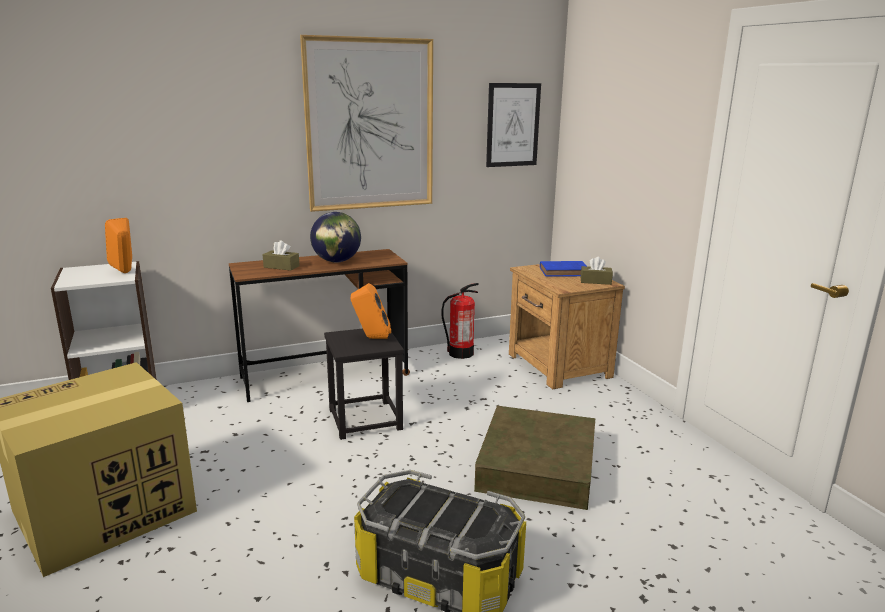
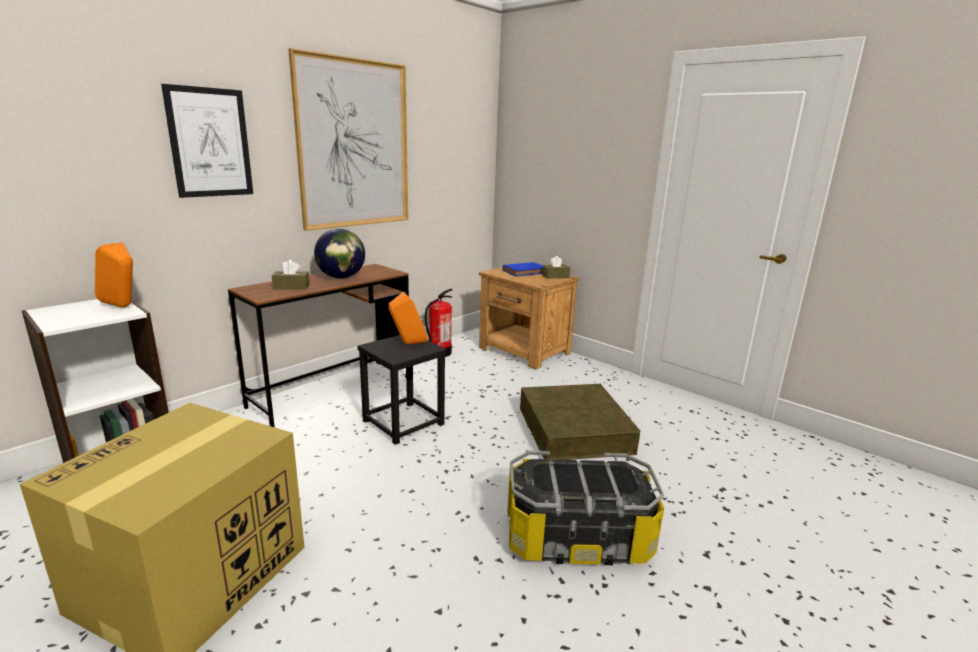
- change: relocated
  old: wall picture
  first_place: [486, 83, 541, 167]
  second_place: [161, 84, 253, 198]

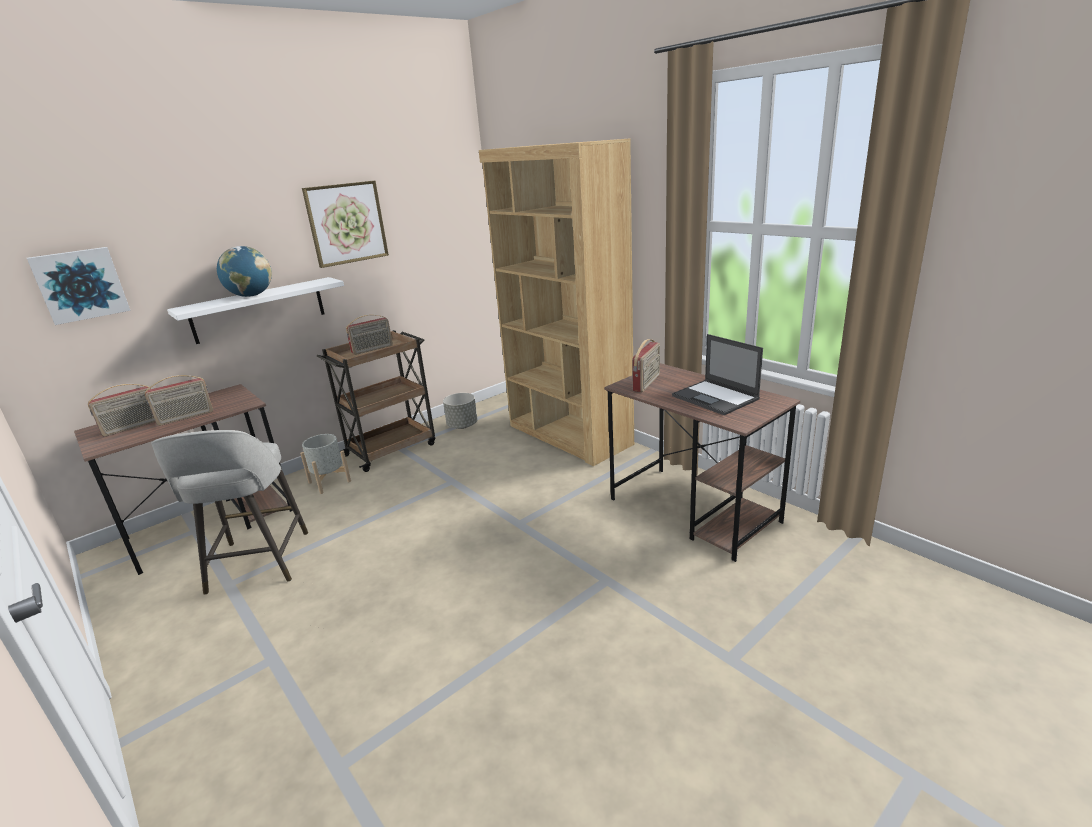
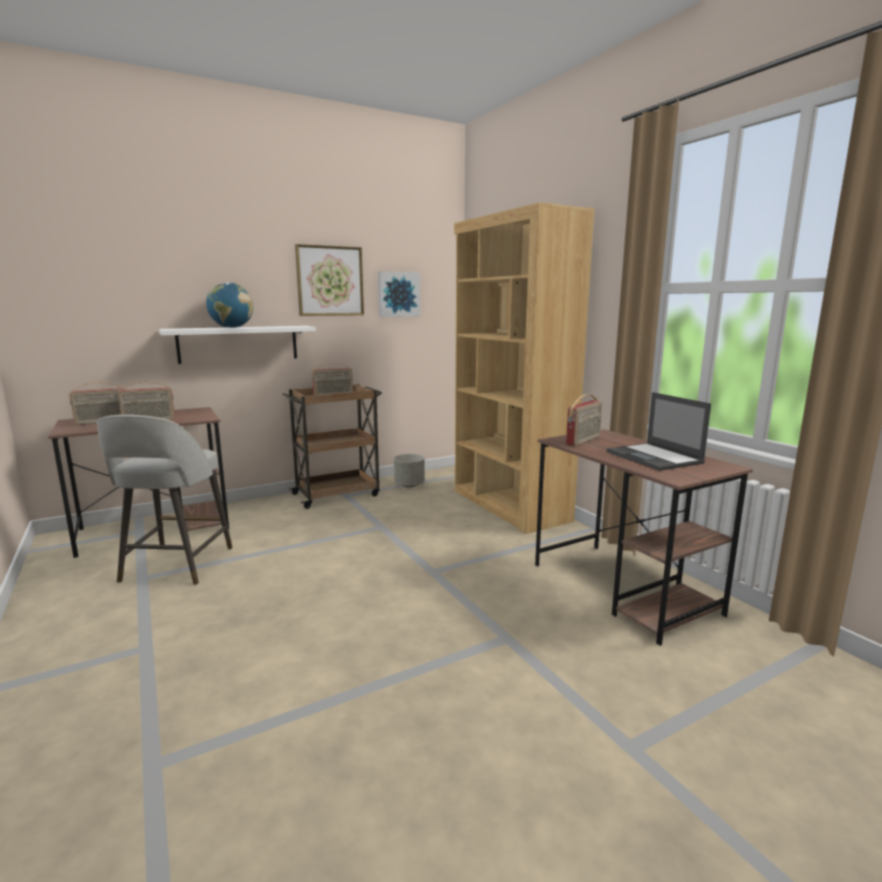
- change: relocated
  old: wall picture
  first_place: [27, 247, 131, 325]
  second_place: [378, 271, 420, 317]
- change: missing
  old: plant pot/grey
  first_place: [300, 434, 351, 494]

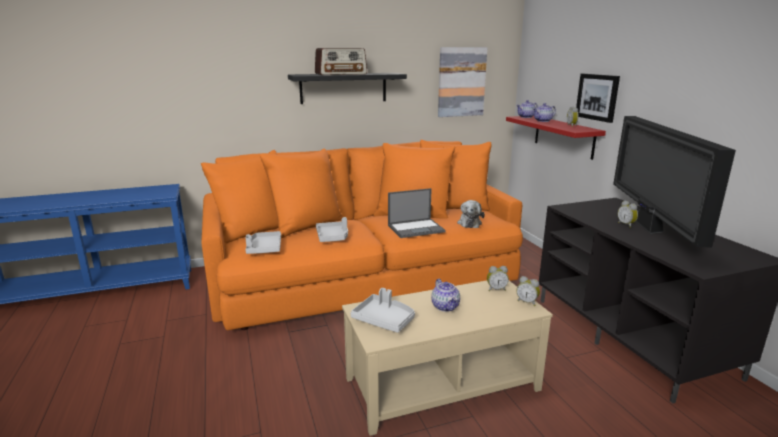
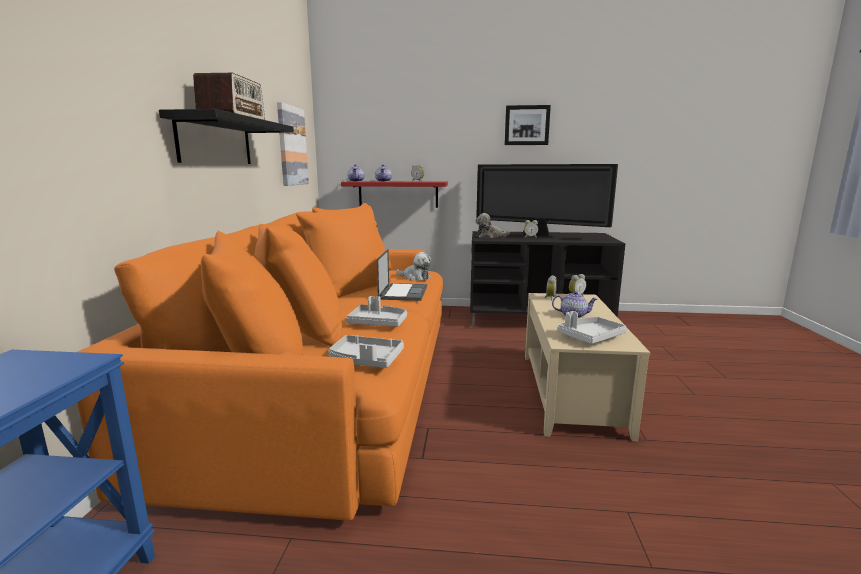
- change: relocated
  old: wall picture
  first_place: [576, 74, 620, 123]
  second_place: [505, 105, 551, 145]
- change: appeared
  new: soft toy
  second_place: [475, 213, 510, 238]

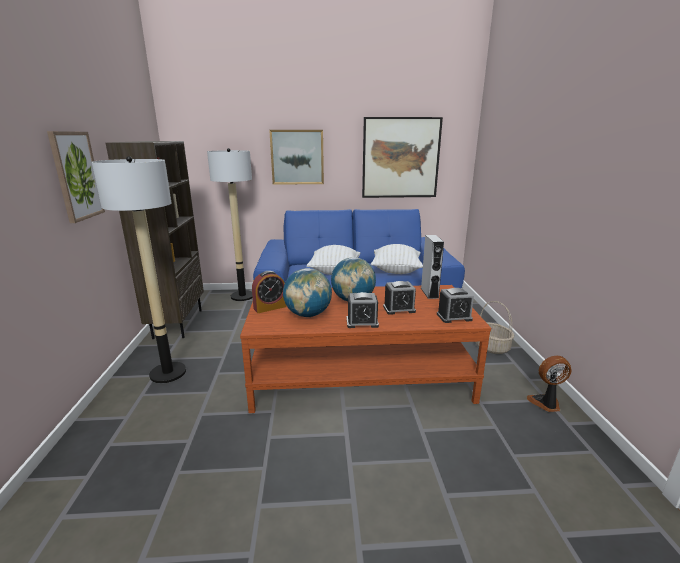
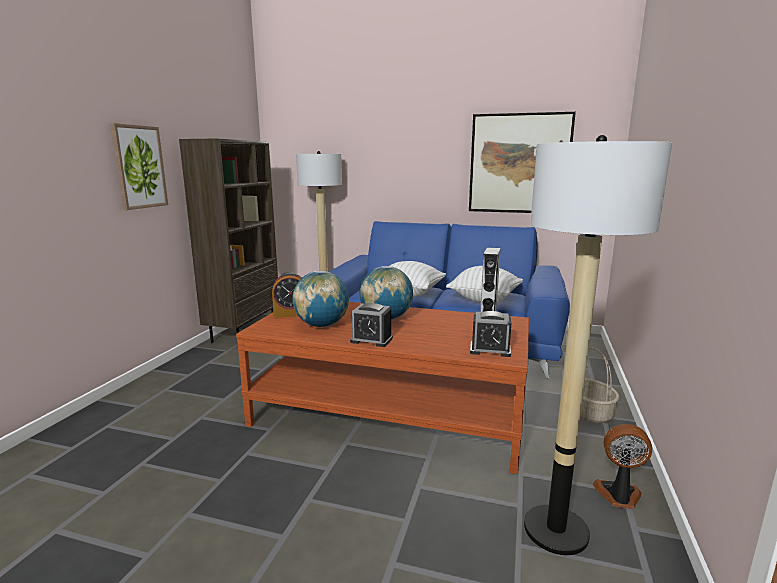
- change: relocated
  old: floor lamp
  first_place: [92, 156, 186, 383]
  second_place: [524, 135, 672, 555]
- change: missing
  old: wall picture
  first_place: [269, 130, 324, 185]
- change: missing
  old: alarm clock
  first_place: [383, 281, 416, 315]

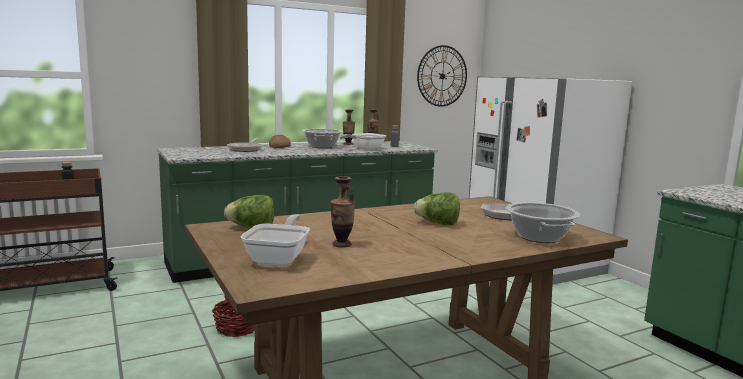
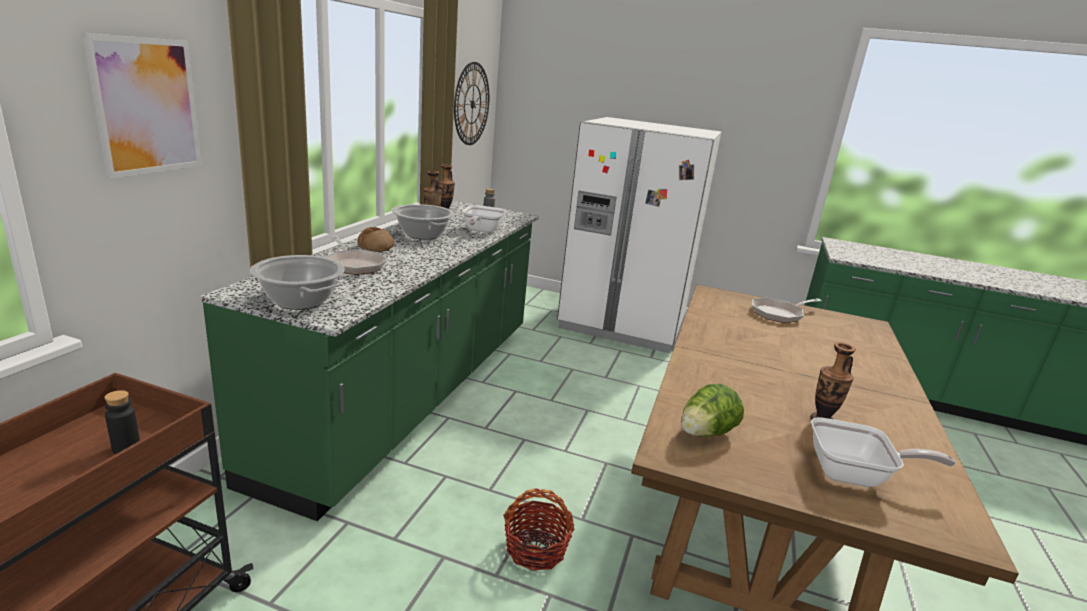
- change: spun
  old: frying pan
  first_place: [240, 214, 310, 266]
  second_place: [811, 417, 955, 487]
  degrees: 135
- change: missing
  old: lettuce head
  first_place: [414, 192, 460, 225]
- change: relocated
  old: saucepot
  first_place: [506, 202, 580, 243]
  second_place: [250, 255, 345, 310]
- change: appeared
  new: wall picture
  second_place: [82, 33, 202, 179]

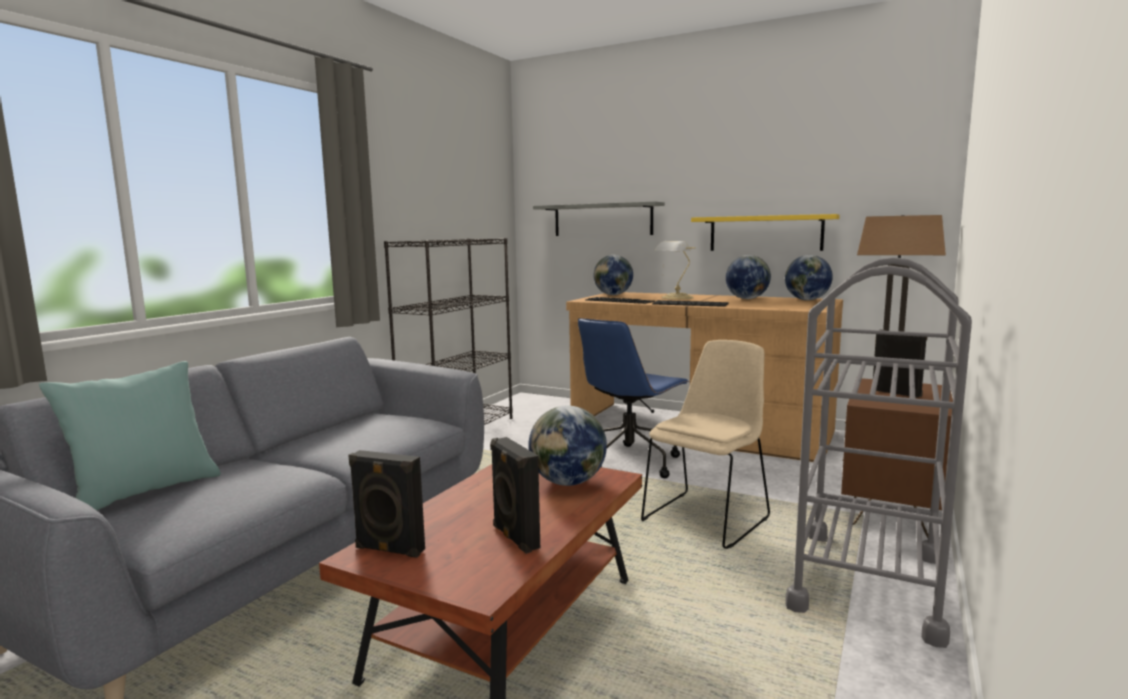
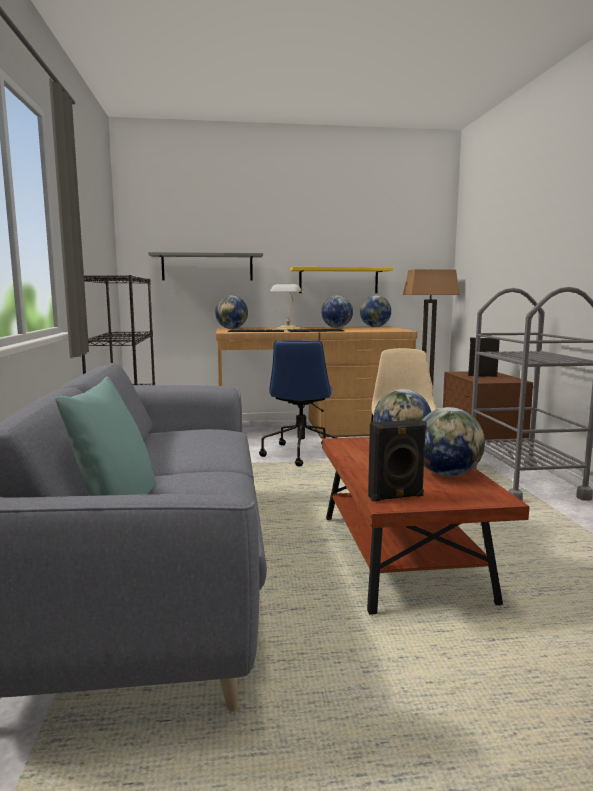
- change: exchanged
  old: speaker/black
  new: globe
  first_place: [490, 437, 540, 554]
  second_place: [422, 407, 485, 477]

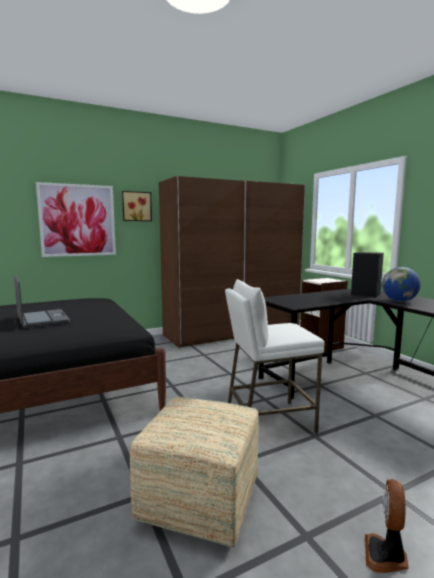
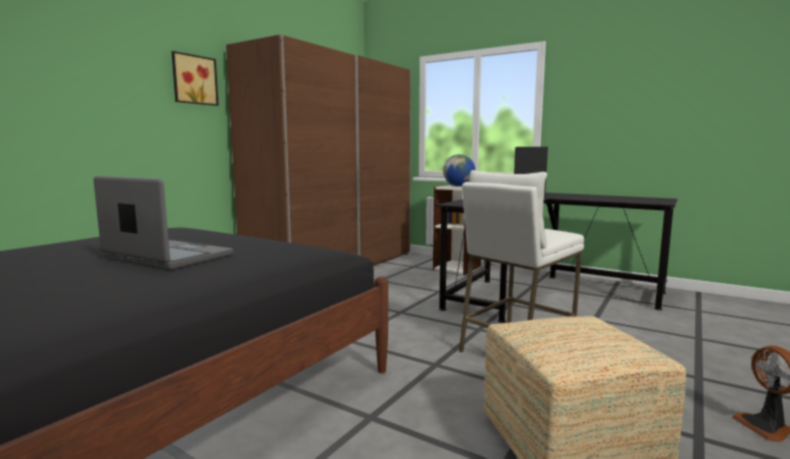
- change: missing
  old: wall picture
  first_place: [36, 182, 116, 257]
- change: relocated
  old: globe
  first_place: [382, 267, 421, 302]
  second_place: [443, 154, 475, 187]

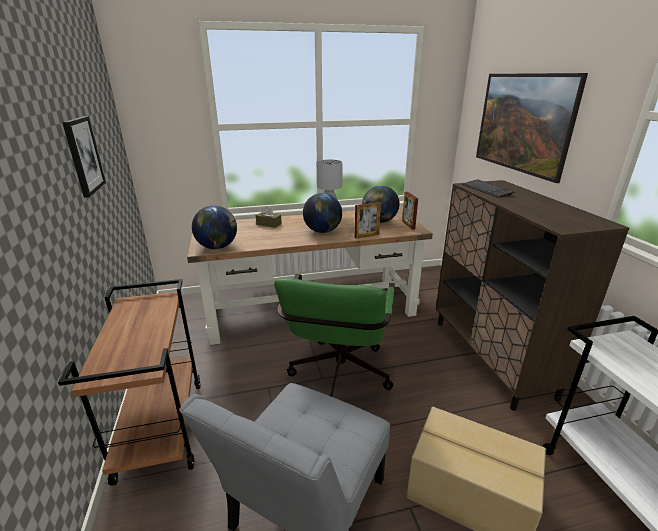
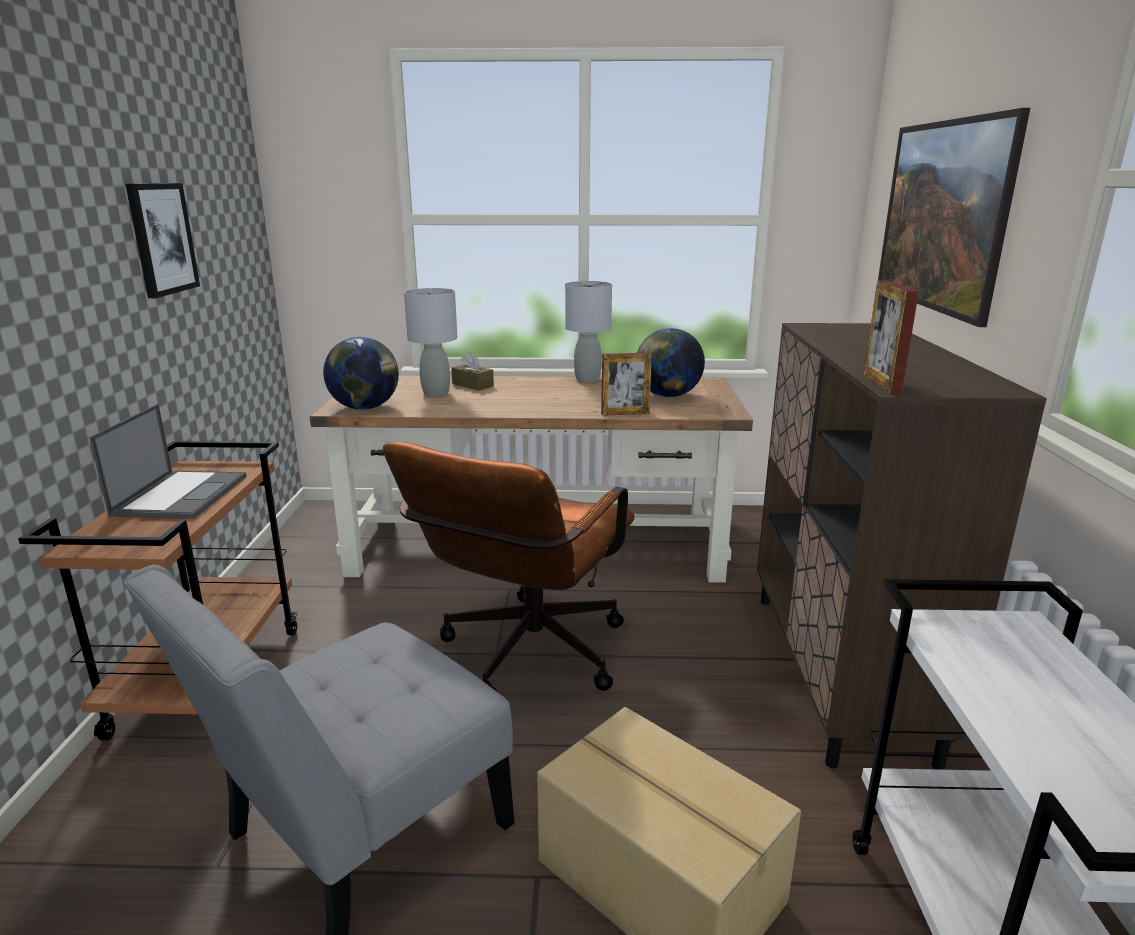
- change: colour
  old: office chair/green
  new: office chair/brown
  first_place: [274, 274, 395, 397]
  second_place: [383, 442, 635, 692]
- change: missing
  old: globe
  first_place: [303, 193, 342, 233]
- change: relocated
  old: photo frame
  first_place: [402, 192, 418, 230]
  second_place: [864, 281, 919, 394]
- change: missing
  old: PC keyboard
  first_place: [462, 179, 514, 198]
- change: appeared
  new: portable computer
  second_place: [89, 404, 247, 519]
- change: appeared
  new: lamp for a table/grey
  second_place: [404, 288, 457, 396]

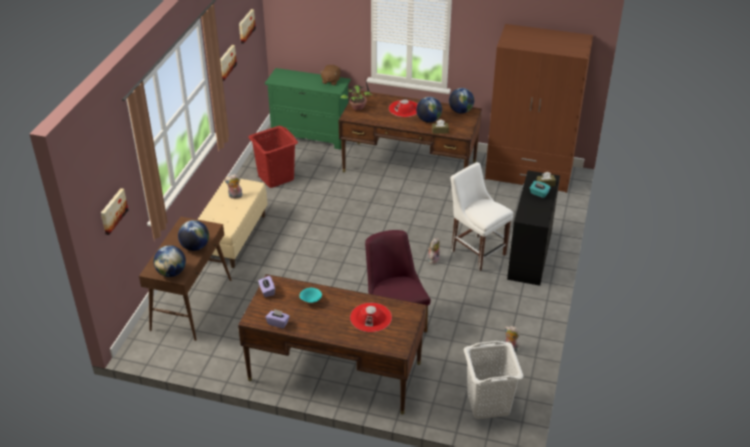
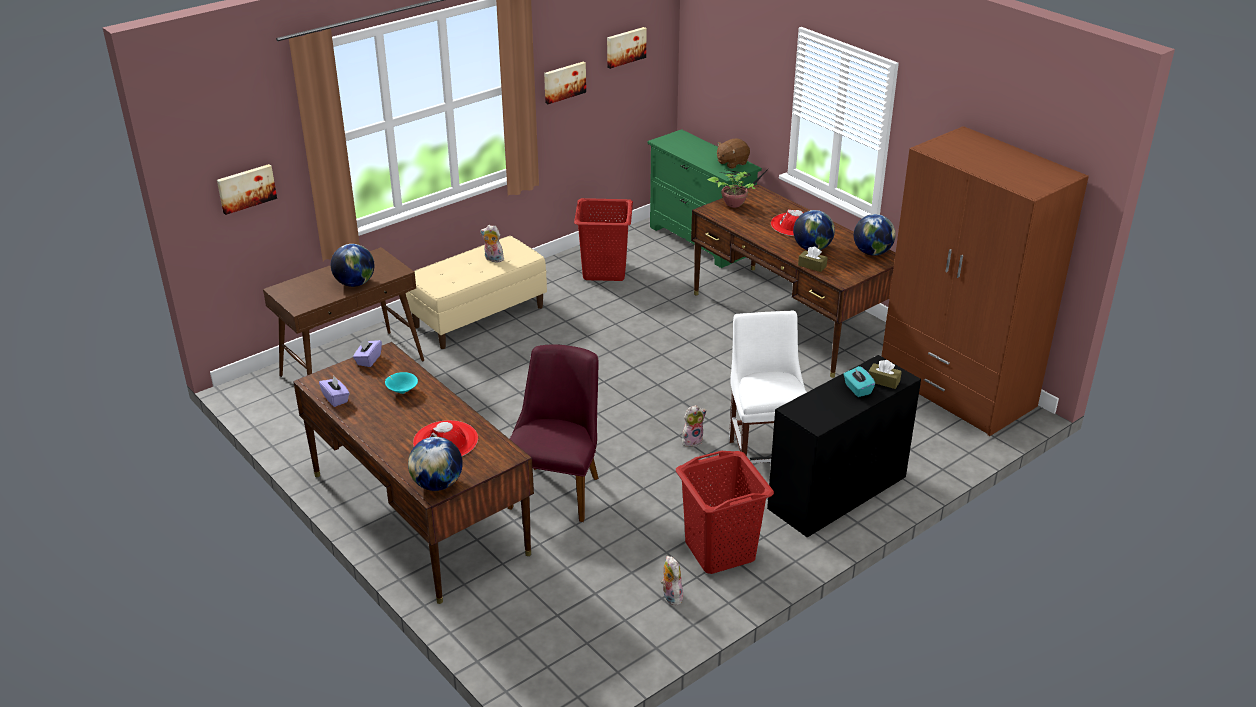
- change: relocated
  old: globe
  first_place: [153, 245, 186, 277]
  second_place: [408, 437, 463, 491]
- change: missing
  old: laundry basket/whitish
  first_place: [464, 341, 523, 419]
- change: appeared
  new: laundry basket/red-coloured
  second_place: [676, 451, 774, 574]

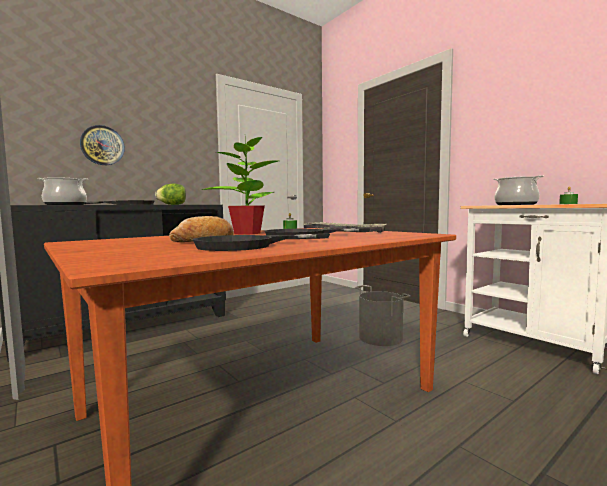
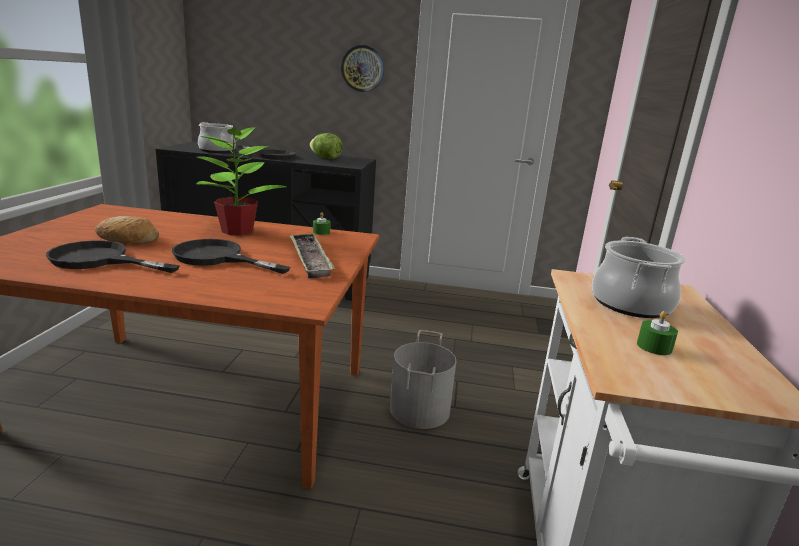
- change: relocated
  old: hanging clock
  first_place: [80, 125, 125, 165]
  second_place: [341, 45, 385, 92]

